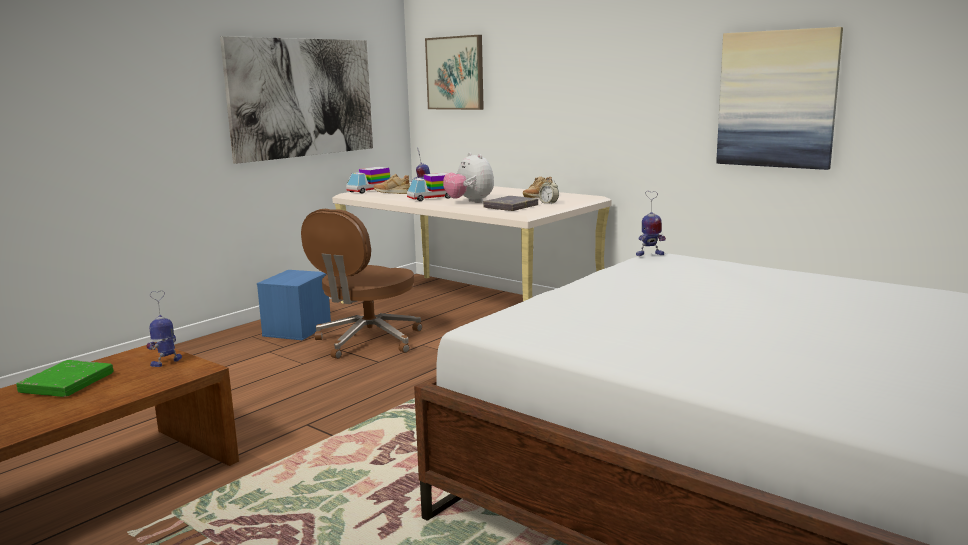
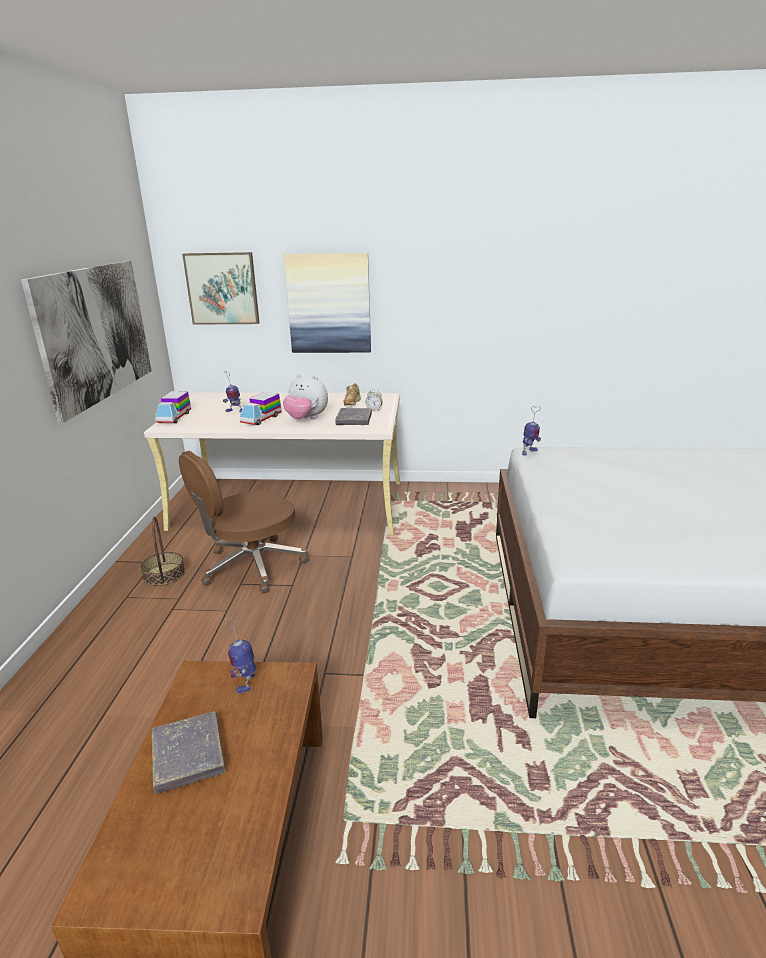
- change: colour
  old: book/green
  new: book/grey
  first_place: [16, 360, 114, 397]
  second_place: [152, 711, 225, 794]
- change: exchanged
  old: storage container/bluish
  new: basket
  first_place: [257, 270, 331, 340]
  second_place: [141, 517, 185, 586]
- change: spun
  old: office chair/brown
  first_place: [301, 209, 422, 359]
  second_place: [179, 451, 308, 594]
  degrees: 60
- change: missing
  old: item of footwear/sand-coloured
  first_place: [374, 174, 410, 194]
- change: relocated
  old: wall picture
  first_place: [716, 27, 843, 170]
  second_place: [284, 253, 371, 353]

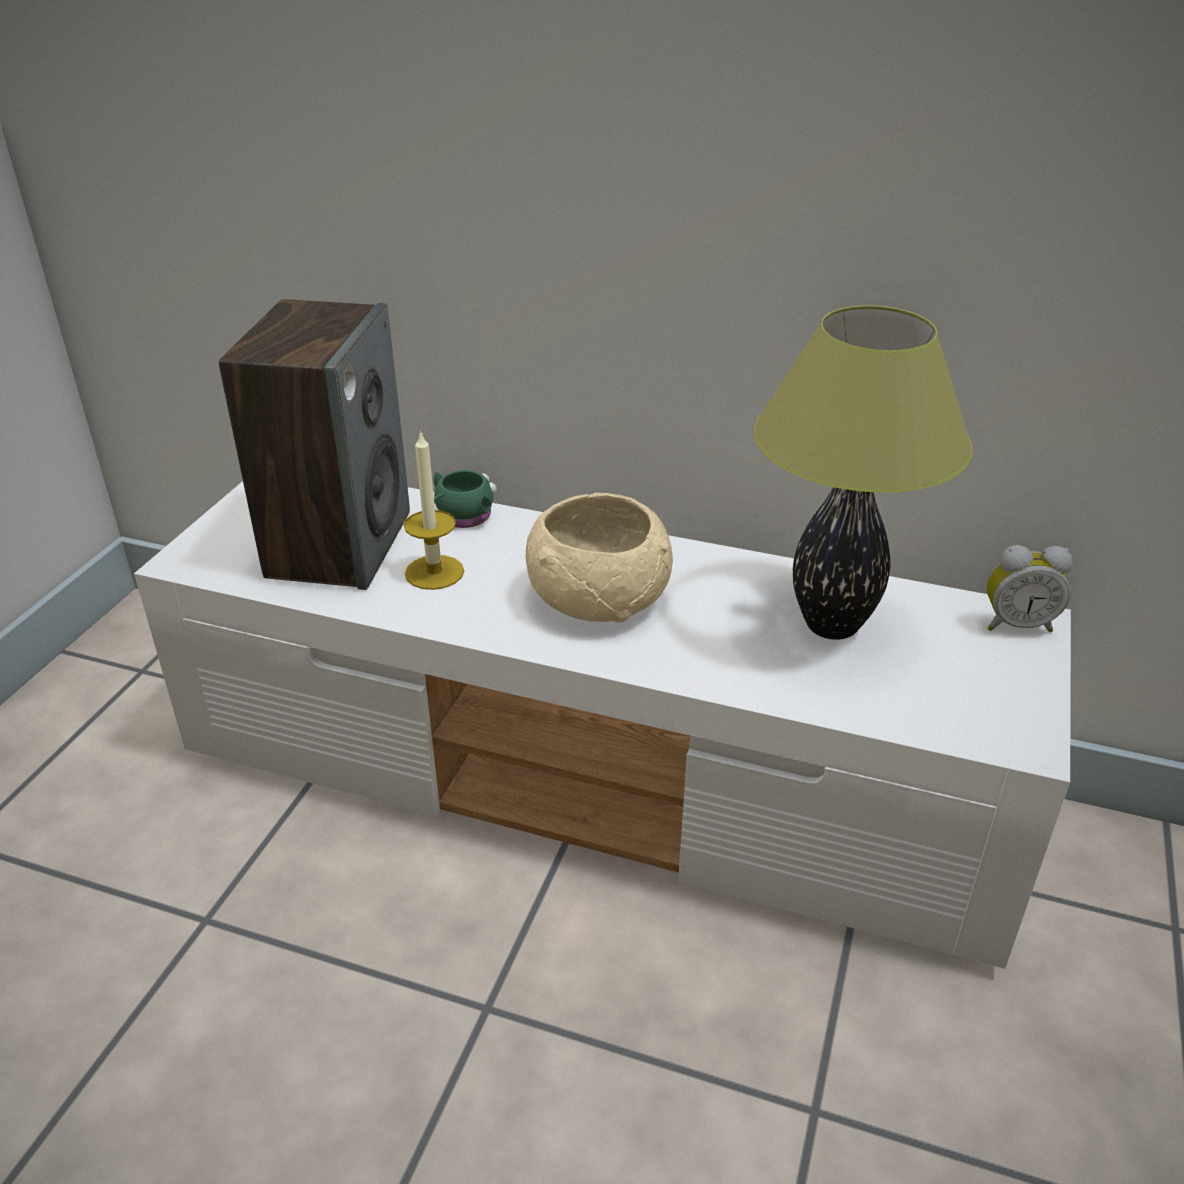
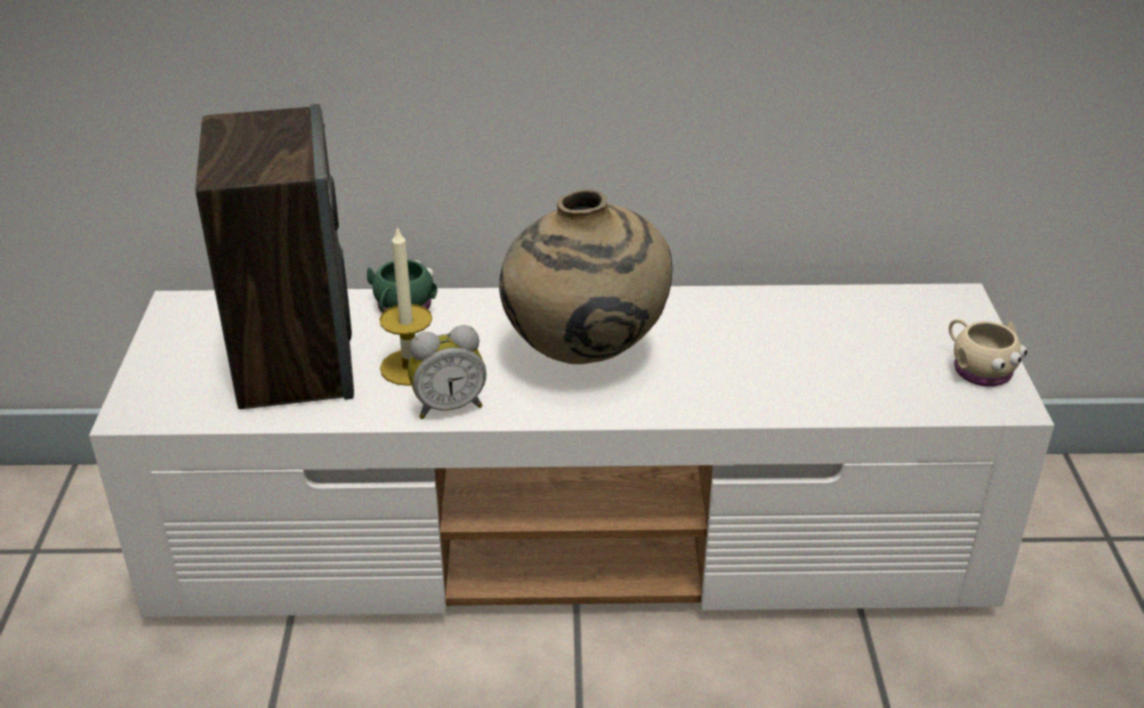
- change: exchanged
  old: bowl/sand-coloured
  new: vase/sand-coloured
  first_place: [525, 493, 673, 623]
  second_place: [499, 189, 672, 364]
- change: missing
  old: lamp for a table
  first_place: [754, 305, 973, 640]
- change: relocated
  old: alarm clock
  first_place: [987, 545, 1073, 632]
  second_place: [408, 325, 486, 419]
- change: appeared
  new: mug/sand-coloured
  second_place: [949, 319, 1027, 387]

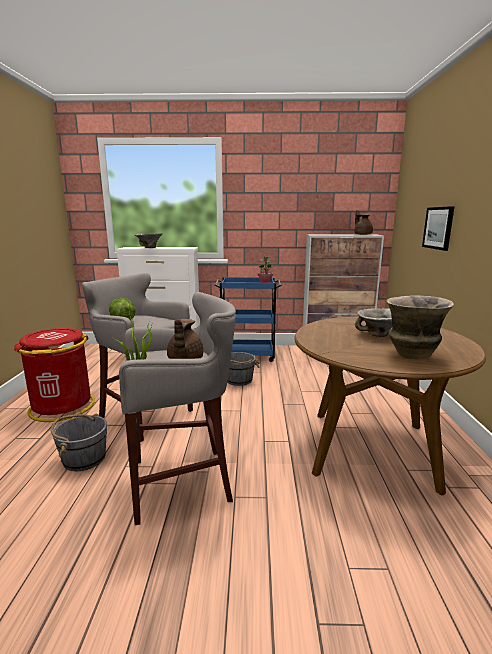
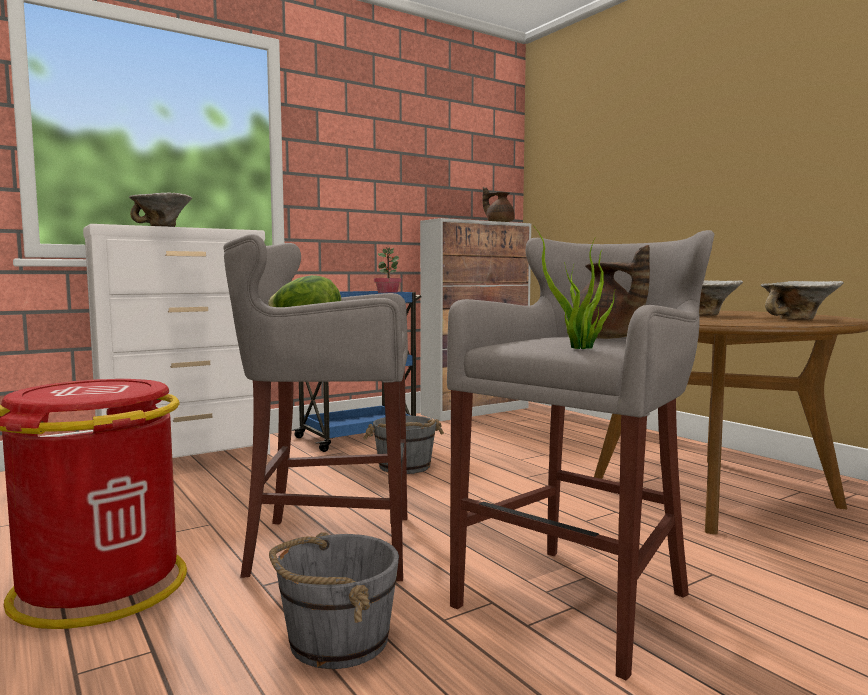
- change: exchanged
  old: vase
  new: bowl
  first_place: [386, 295, 454, 360]
  second_place: [760, 281, 844, 320]
- change: missing
  old: wall picture
  first_place: [422, 206, 455, 251]

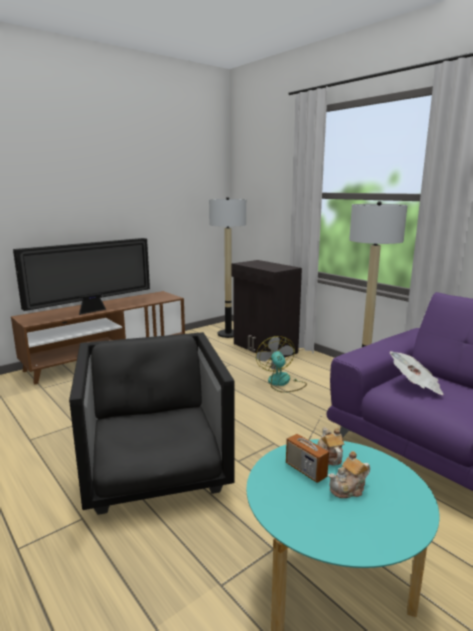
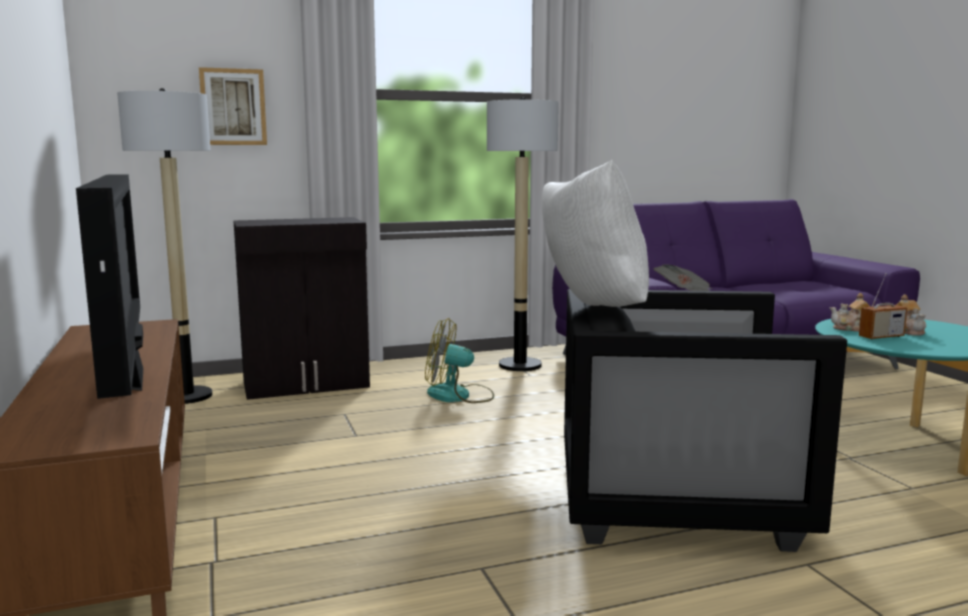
- change: appeared
  new: wall picture
  second_place: [199, 67, 267, 145]
- change: appeared
  new: throw pillow/whitish
  second_place: [542, 160, 649, 307]

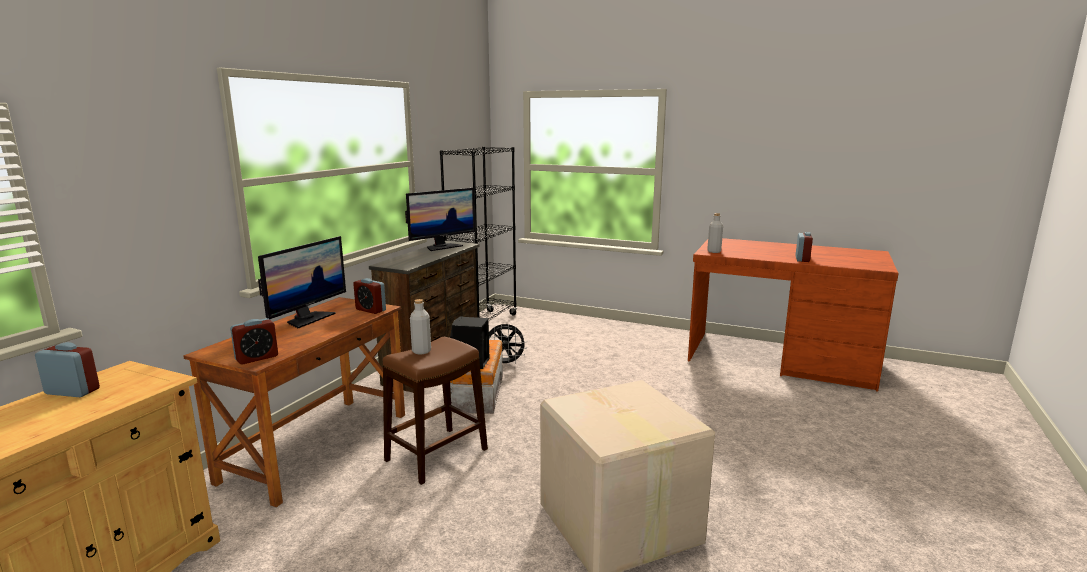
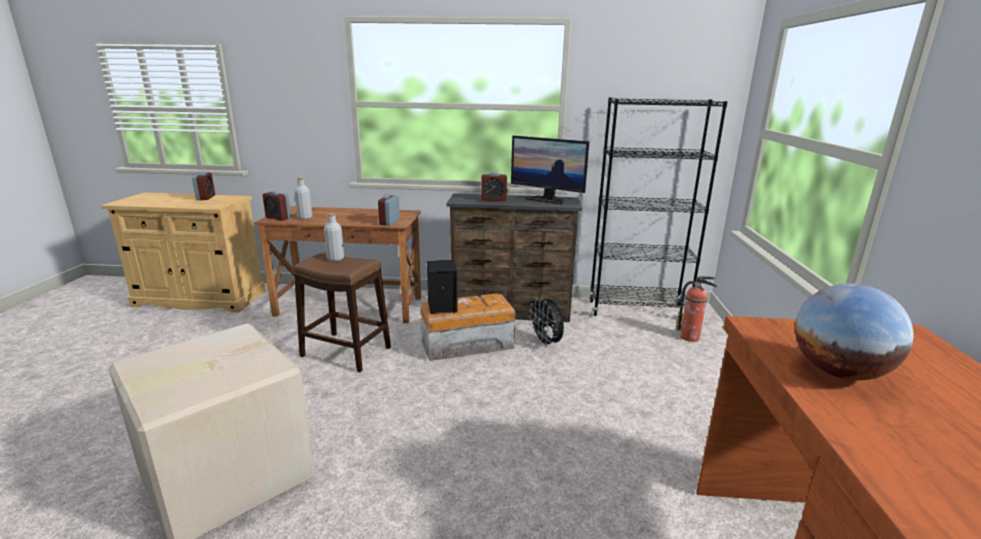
- change: missing
  old: computer display
  first_place: [258, 236, 346, 328]
- change: relocated
  old: drink bottle/grey
  first_place: [707, 213, 723, 253]
  second_place: [294, 177, 313, 219]
- change: relocated
  old: alarm clock
  first_place: [795, 232, 813, 262]
  second_place: [481, 172, 507, 201]
- change: appeared
  new: fire-fighting cylinder
  second_place: [676, 276, 718, 342]
- change: appeared
  new: globe
  second_place: [795, 283, 913, 380]

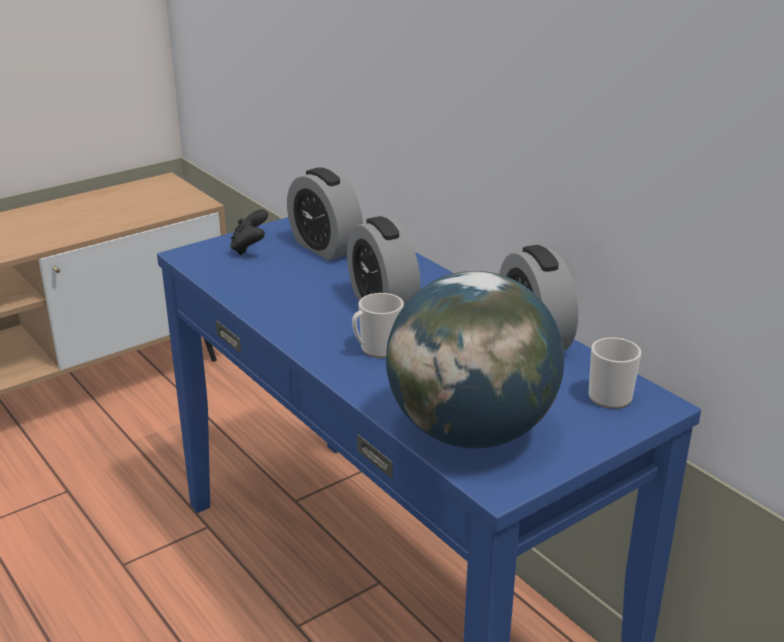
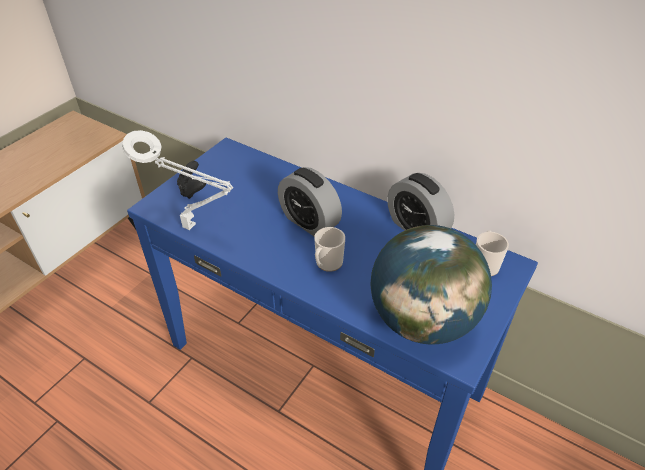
- change: missing
  old: alarm clock
  first_place: [287, 167, 363, 261]
- change: appeared
  new: lamp for a table/whitish
  second_place: [122, 130, 233, 230]

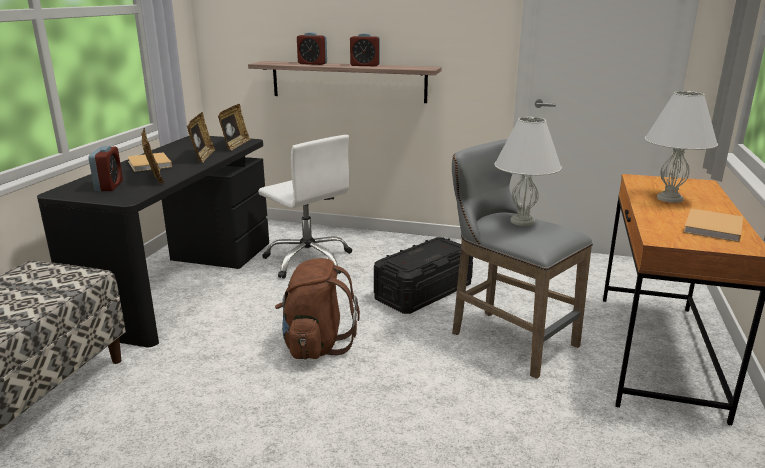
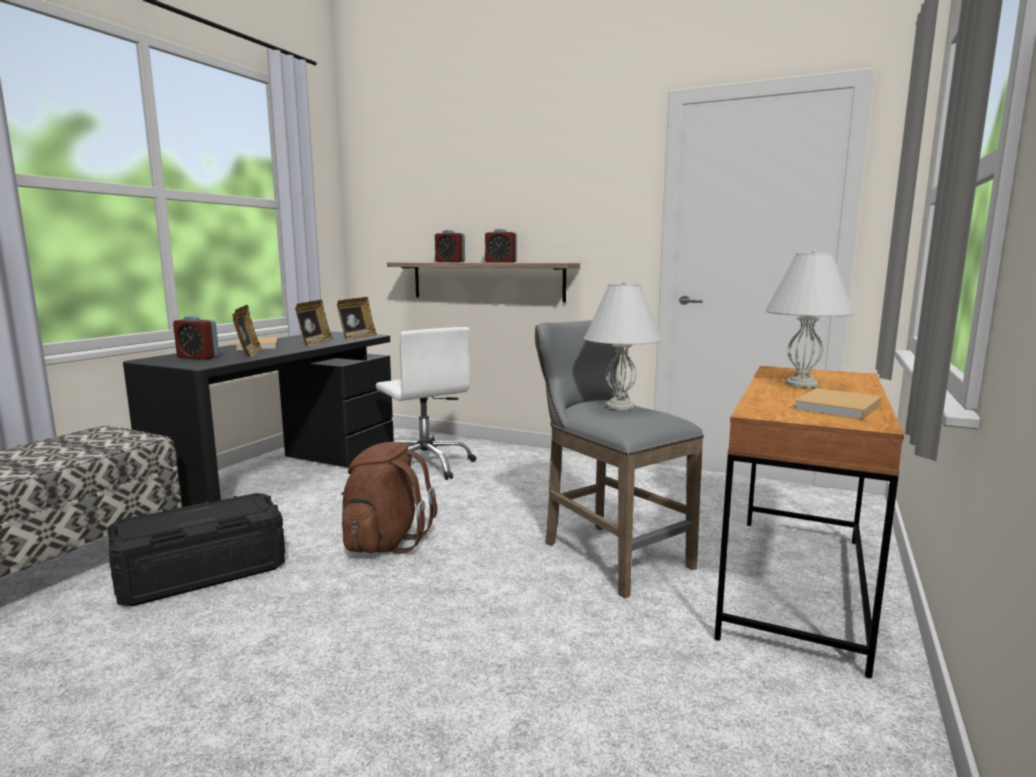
- change: spun
  old: alarm clock
  first_place: [88, 146, 123, 191]
  second_place: [173, 316, 219, 360]
  degrees: 105
- change: relocated
  old: storage container/black
  first_place: [374, 237, 473, 314]
  second_place: [108, 493, 285, 606]

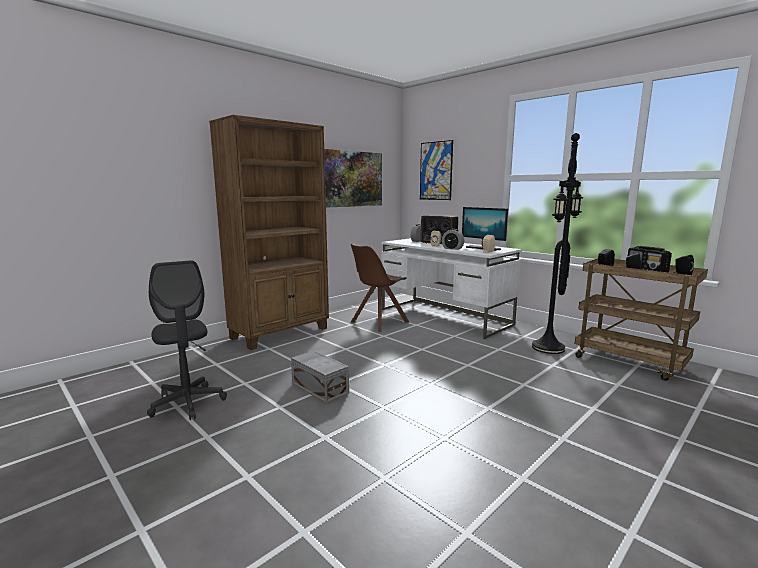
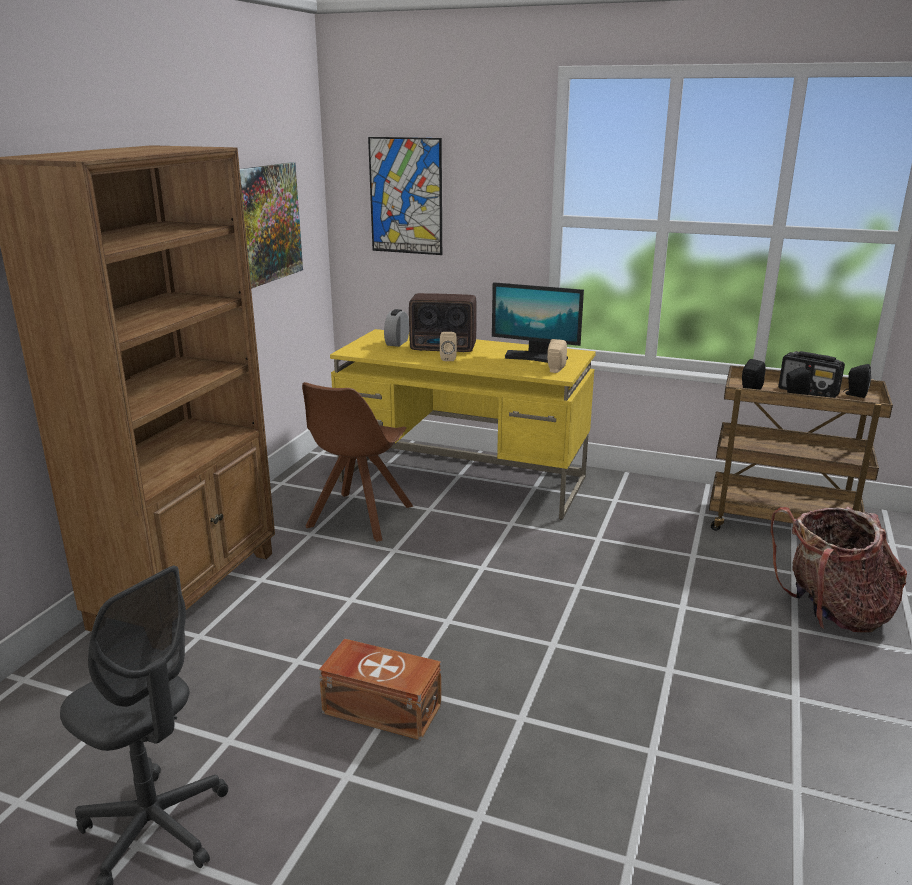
- change: colour
  old: storage container/grey
  new: storage container/brown
  first_place: [291, 351, 349, 403]
  second_place: [319, 639, 441, 740]
- change: colour
  old: desk/whitish
  new: desk/yellow
  first_place: [381, 238, 522, 339]
  second_place: [330, 329, 596, 520]
- change: missing
  old: alarm clock
  first_place: [442, 229, 464, 250]
- change: missing
  old: floor lamp/black
  first_place: [532, 133, 583, 354]
- change: appeared
  new: rucksack
  second_place: [771, 506, 907, 632]

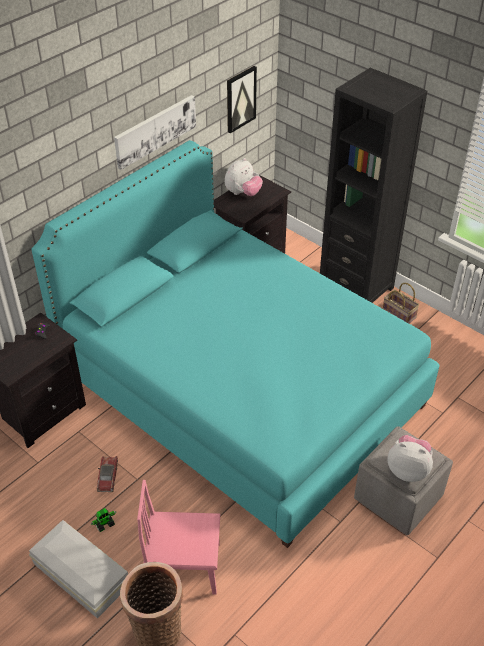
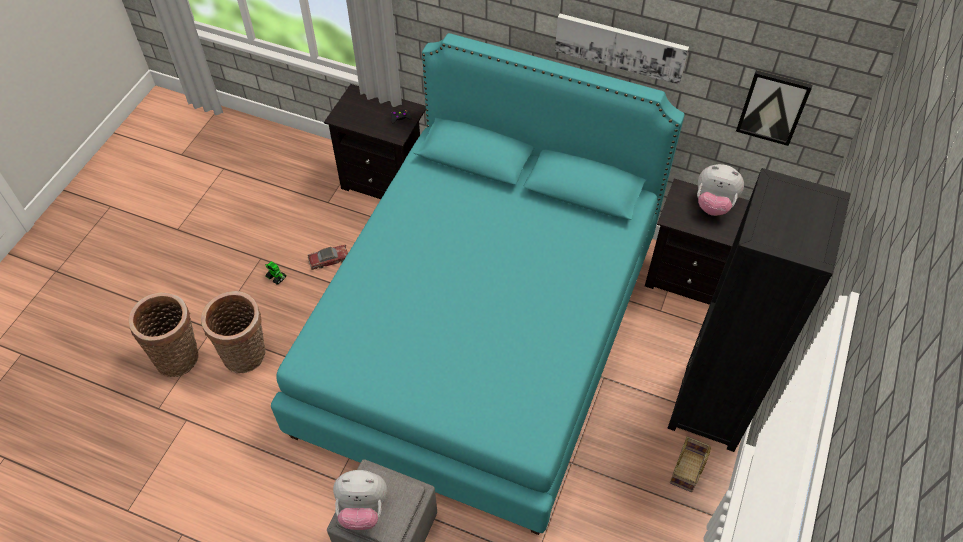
- change: missing
  old: storage container/whitish
  first_place: [29, 520, 128, 618]
- change: exchanged
  old: upright chair/pinkish
  new: basket
  first_place: [137, 480, 220, 595]
  second_place: [201, 291, 266, 373]
- change: spun
  old: soft toy
  first_place: [387, 435, 433, 482]
  second_place: [333, 470, 387, 530]
  degrees: 90

